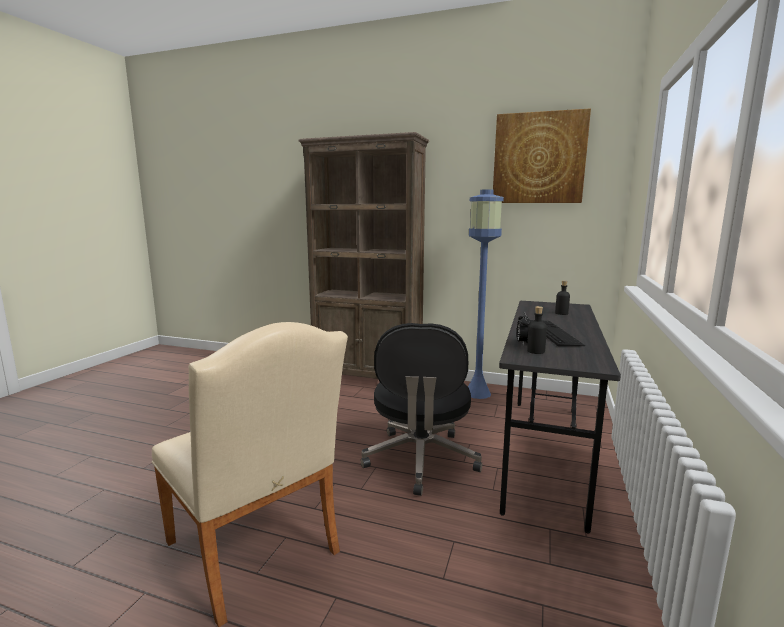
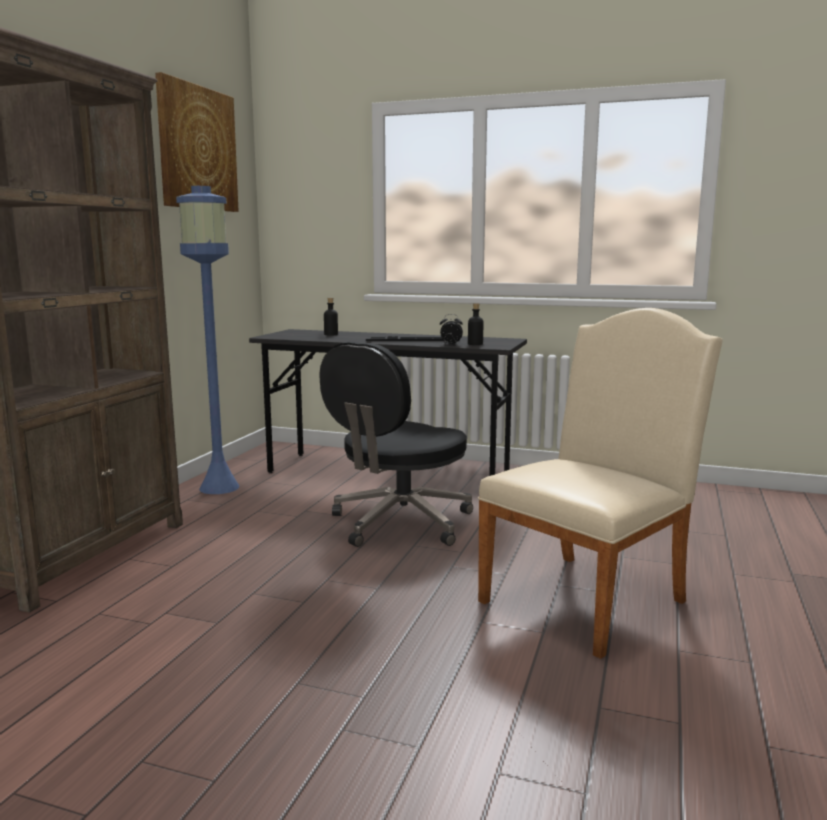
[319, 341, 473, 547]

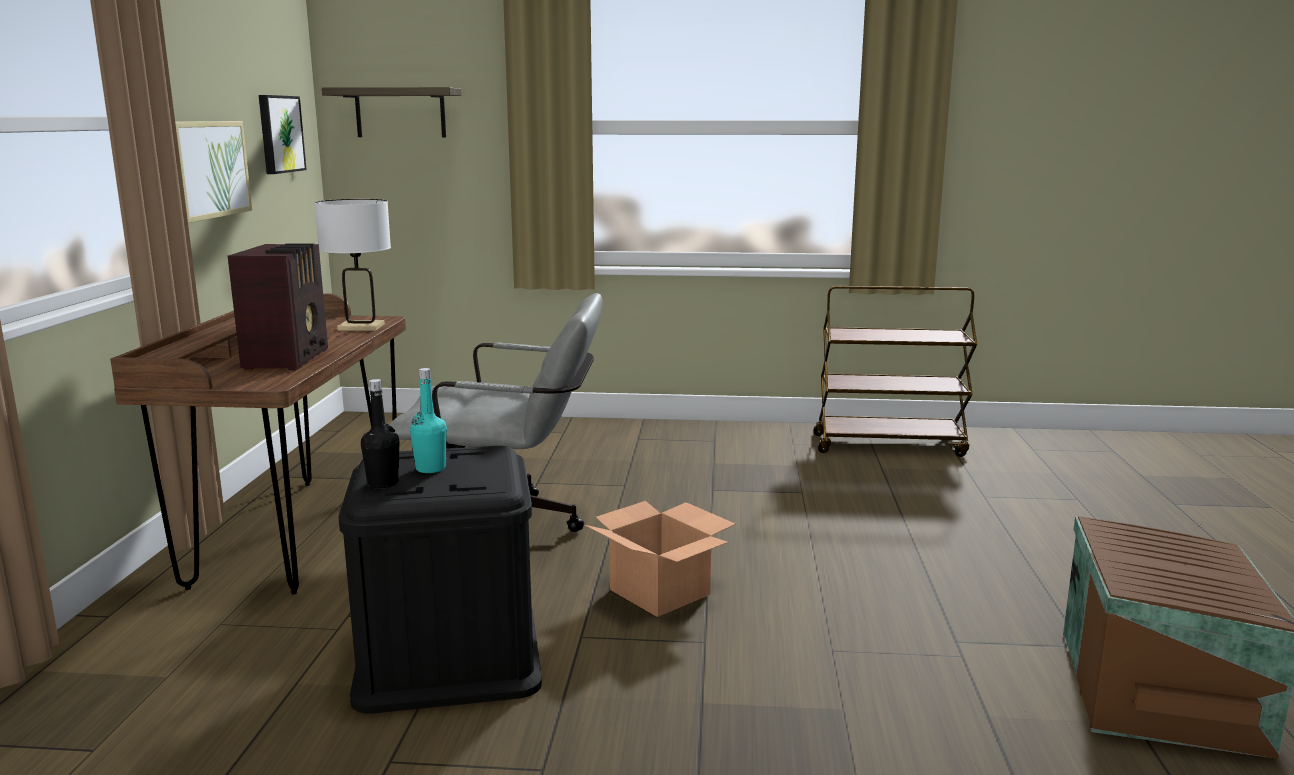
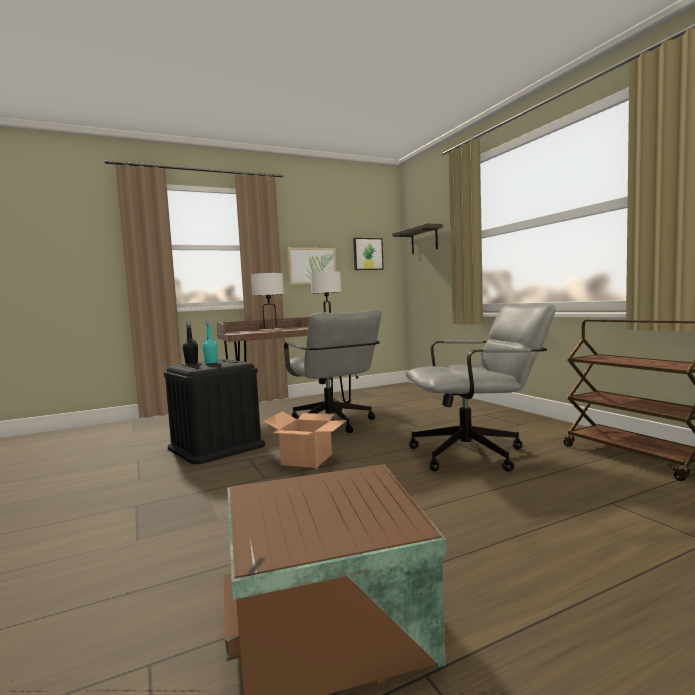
[251, 273, 284, 332]
[406, 304, 556, 472]

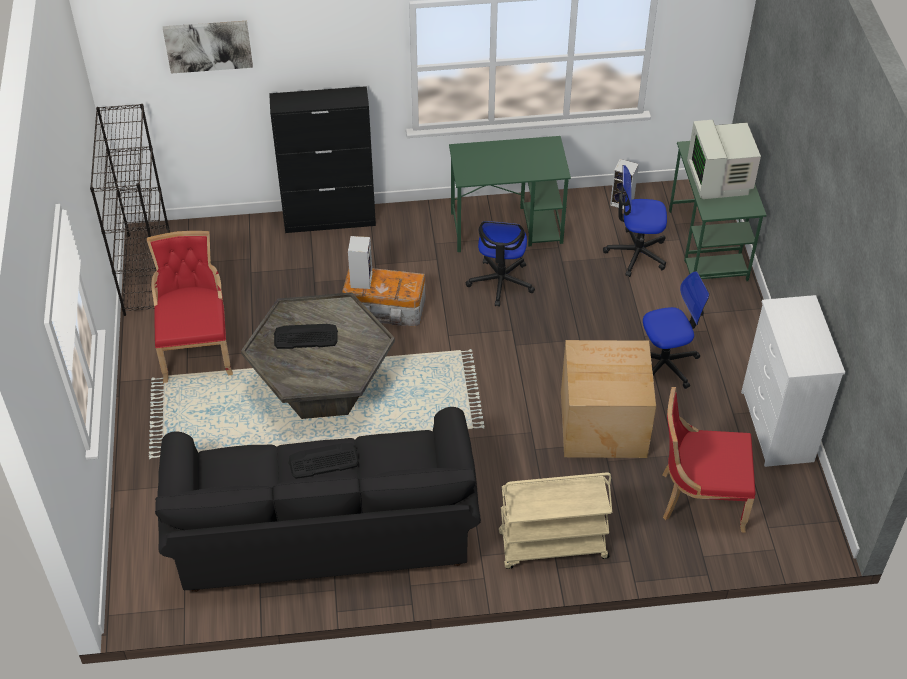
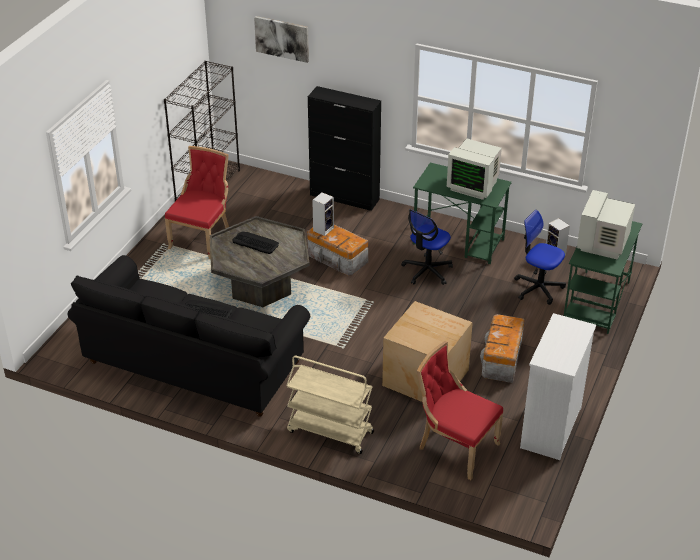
[480, 314, 525, 383]
[447, 138, 502, 200]

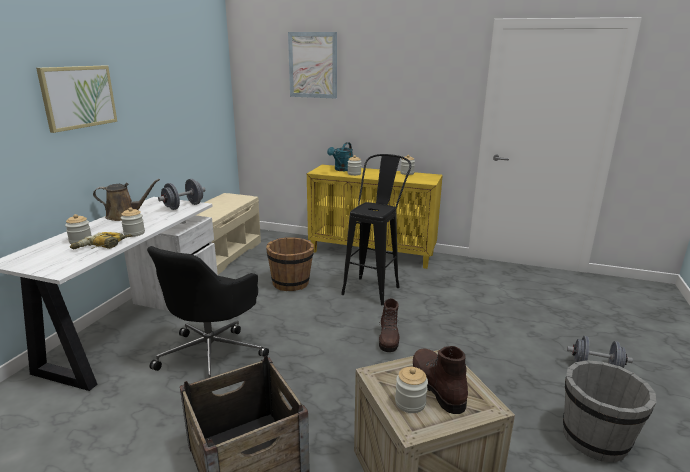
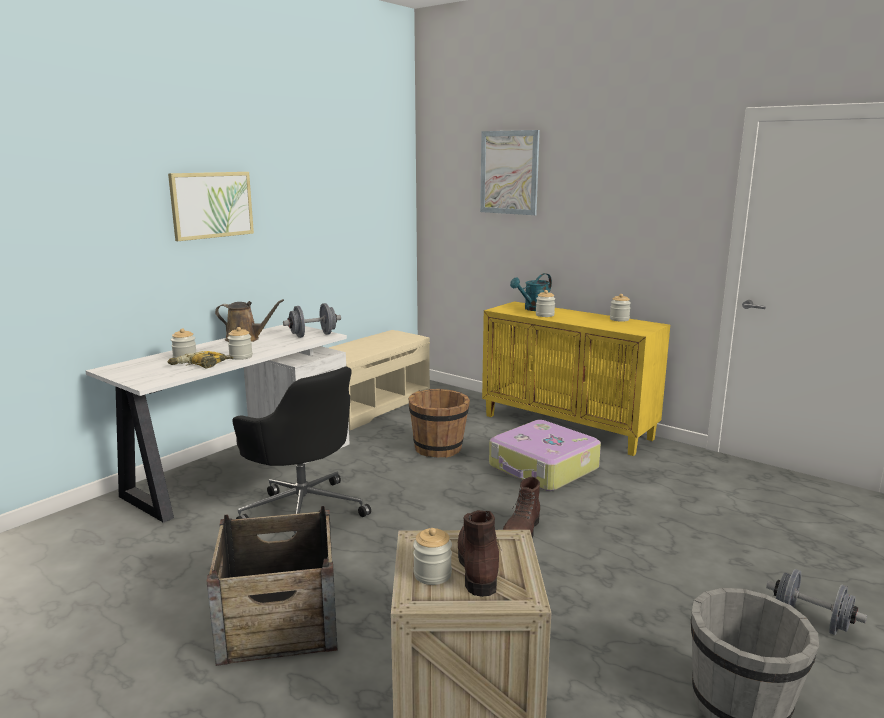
[489, 420, 601, 491]
[232, 367, 371, 538]

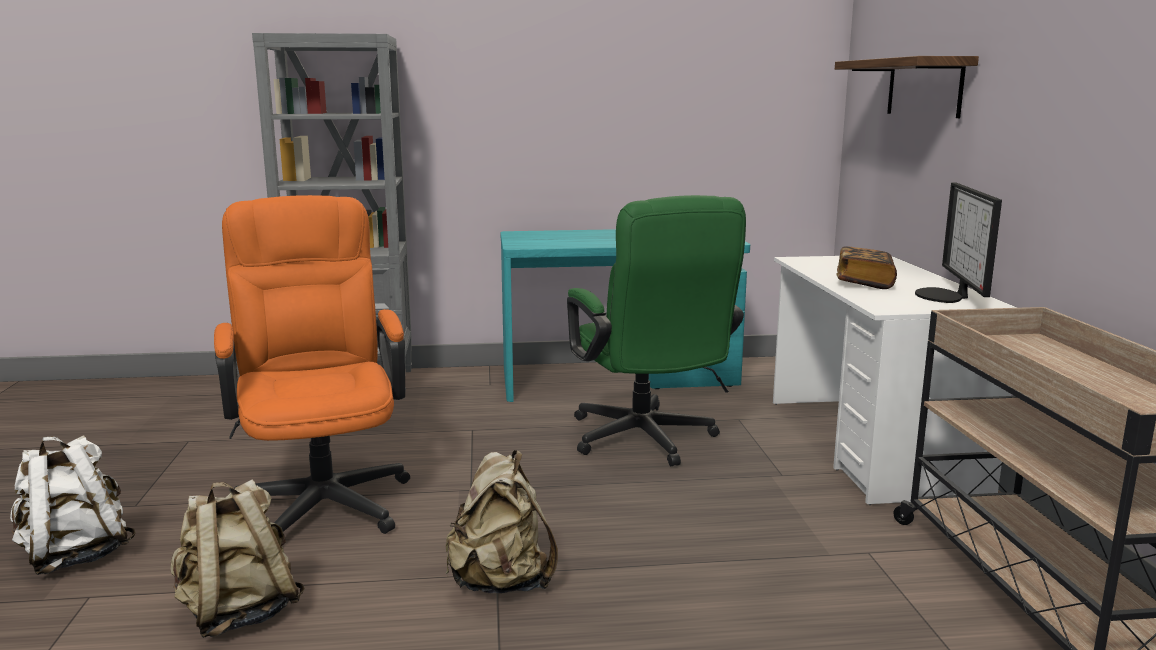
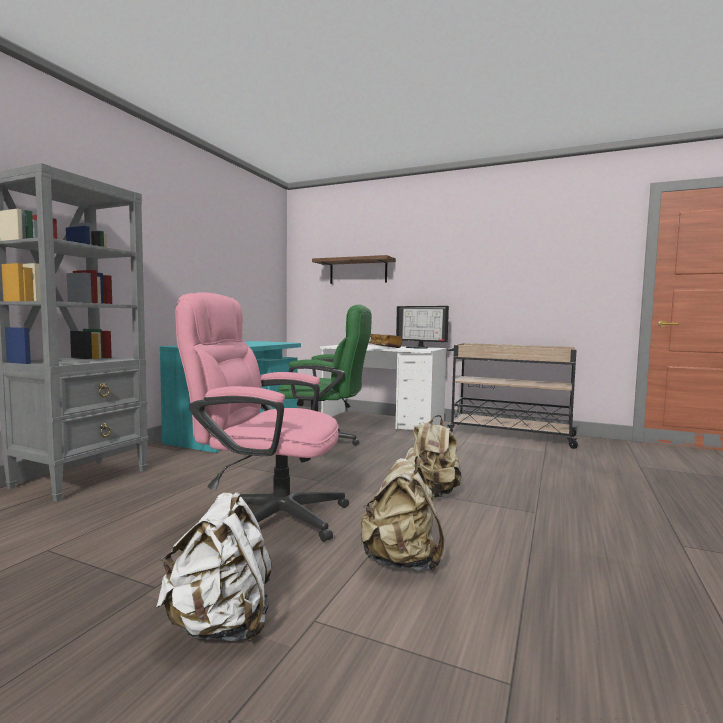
[175, 293, 349, 542]

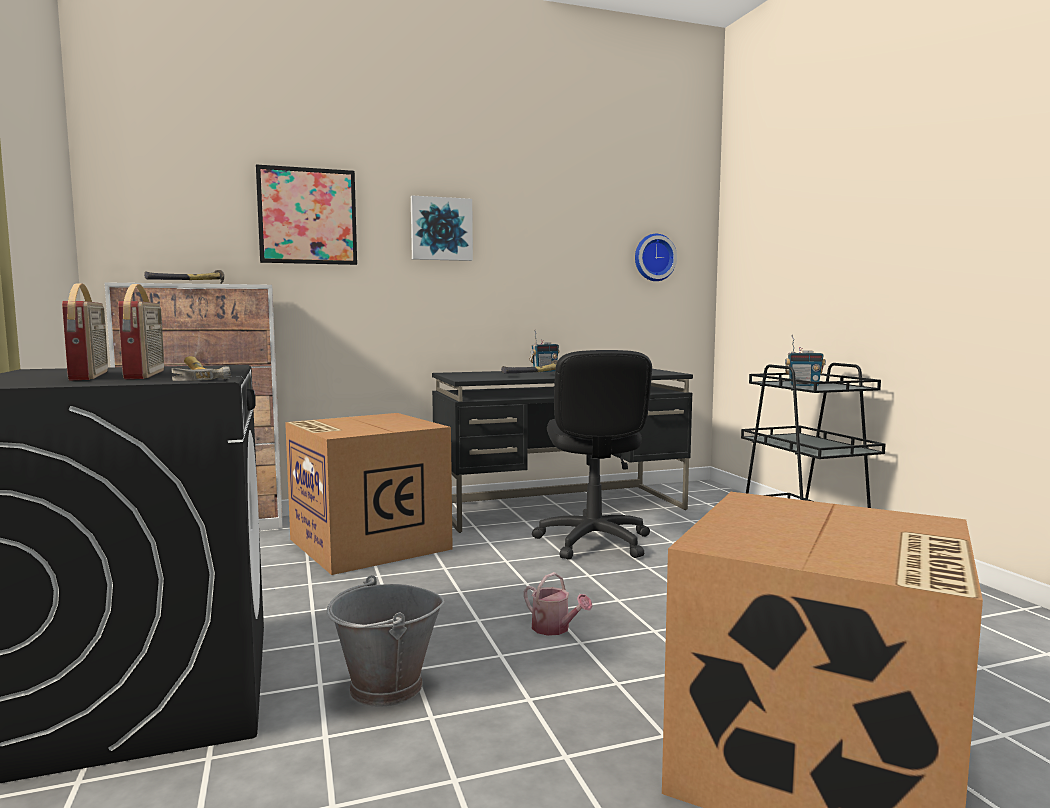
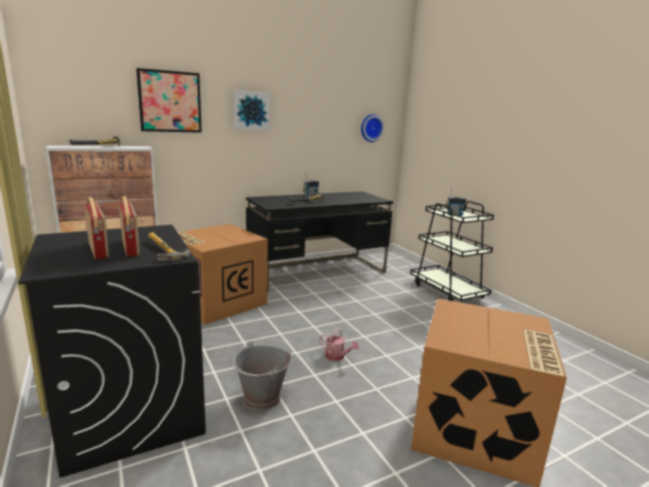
[532, 350, 652, 560] (first image)

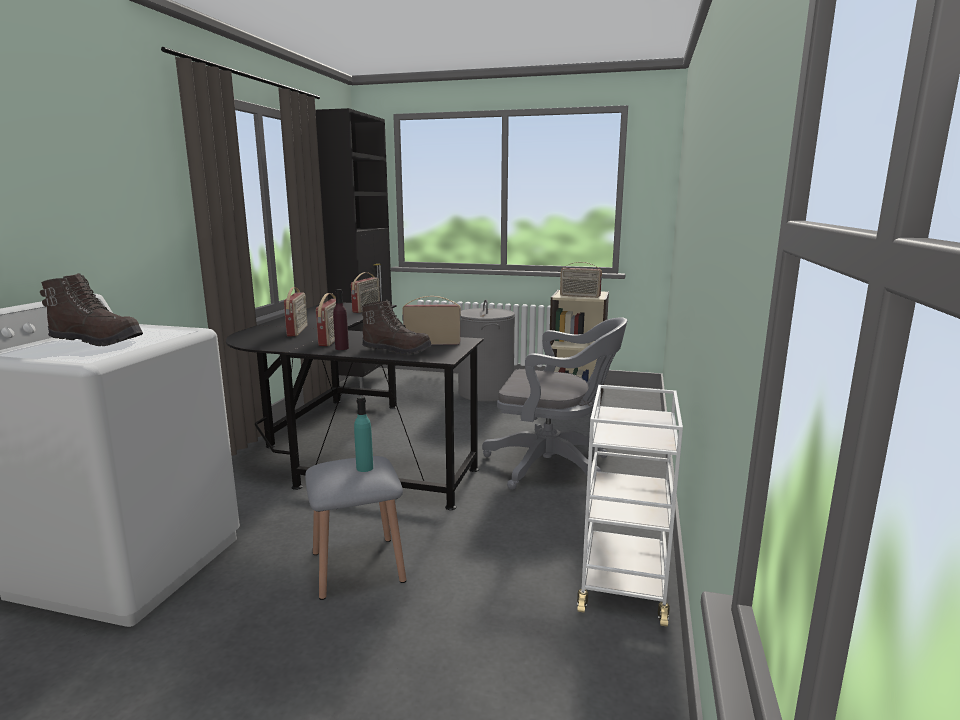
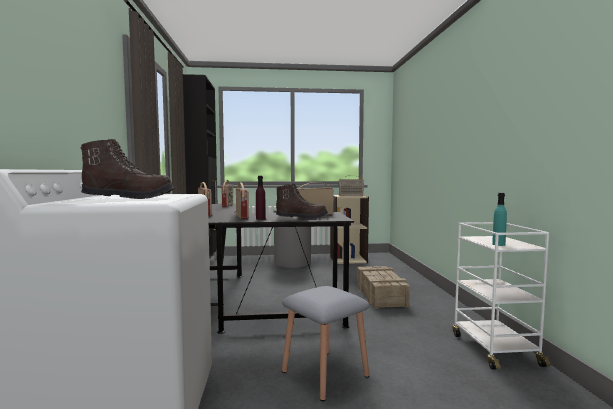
[357, 266, 410, 309]
[492, 193, 507, 246]

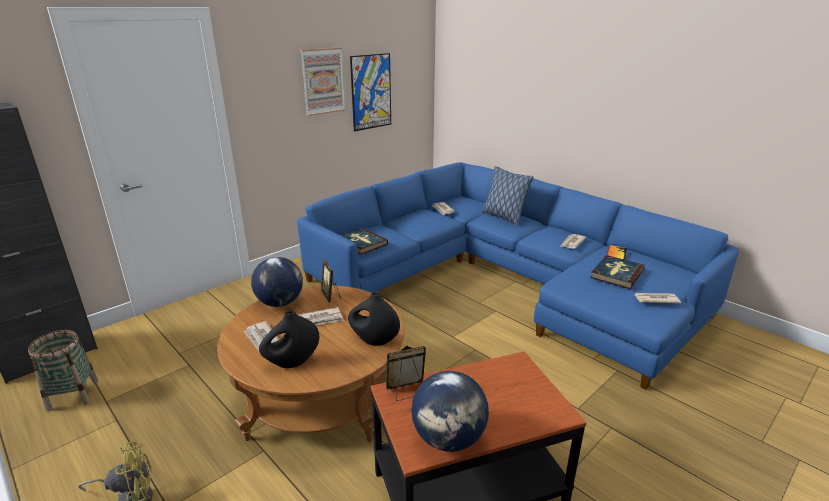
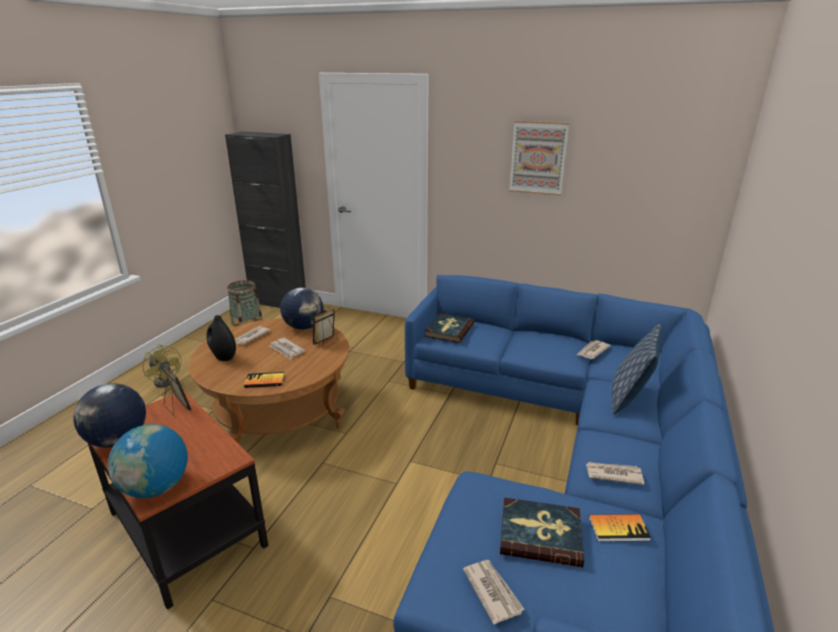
[350, 53, 391, 131] (first image)
[244, 372, 284, 388]
[108, 424, 188, 498]

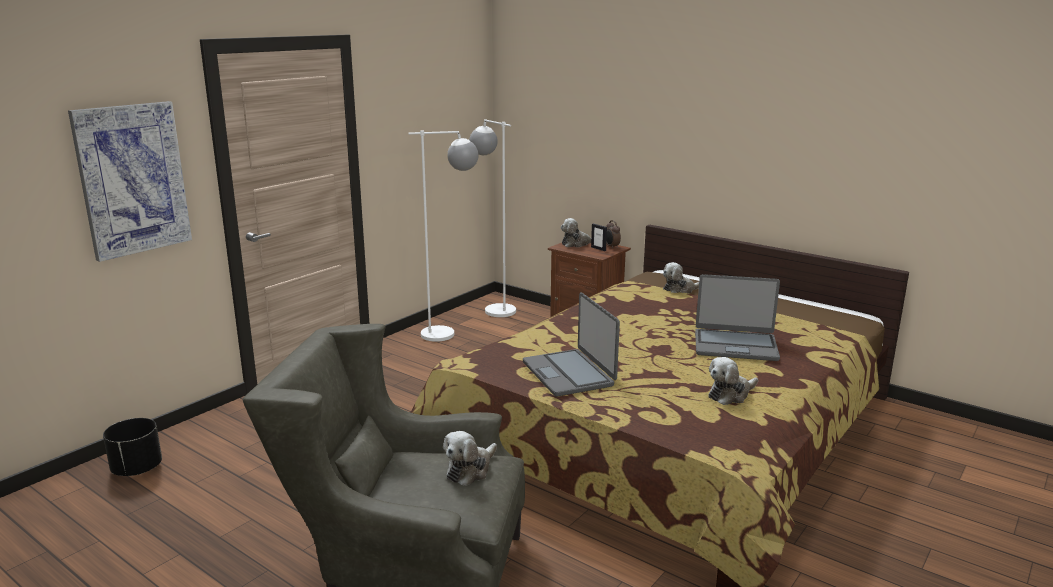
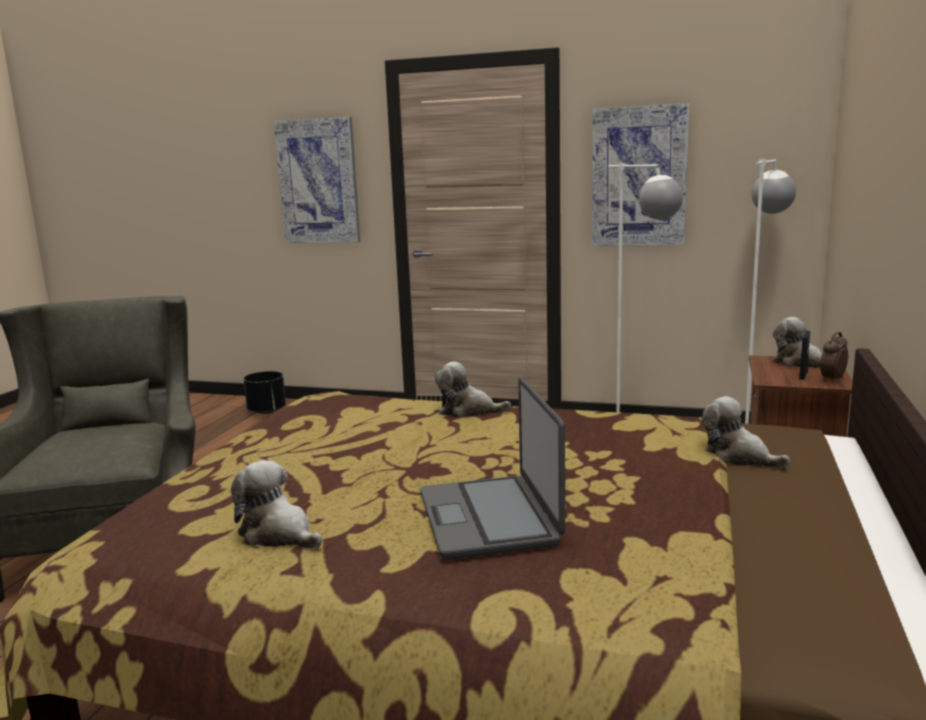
[523, 292, 620, 397] (first image)
[435, 361, 511, 418]
[592, 103, 690, 246]

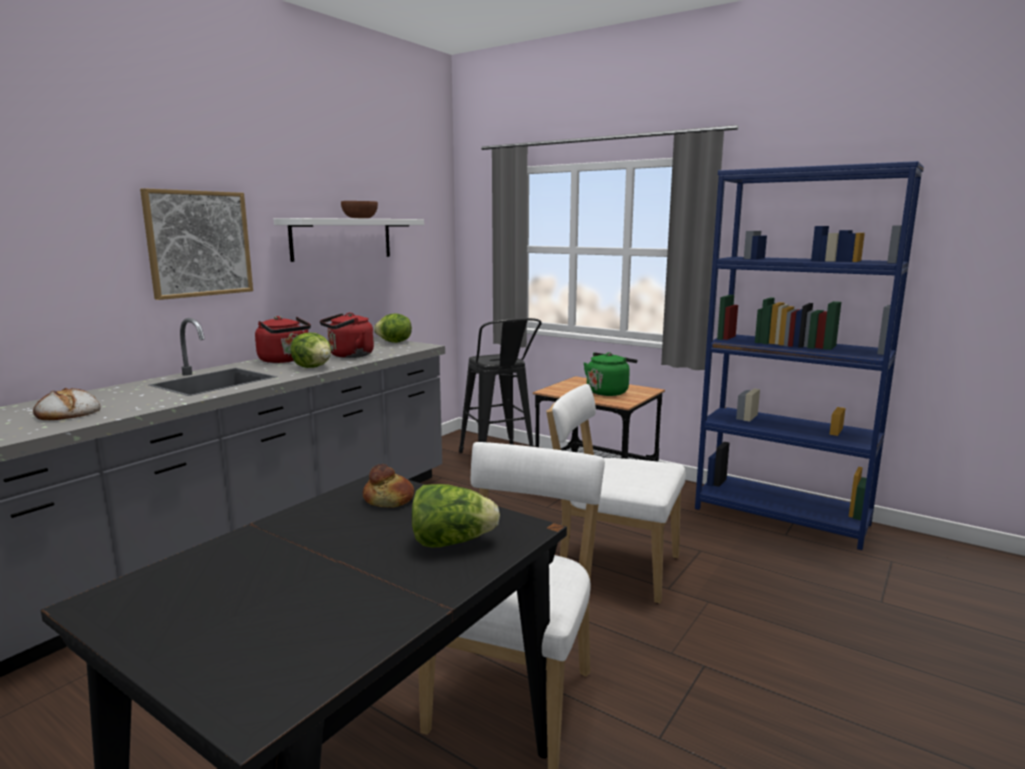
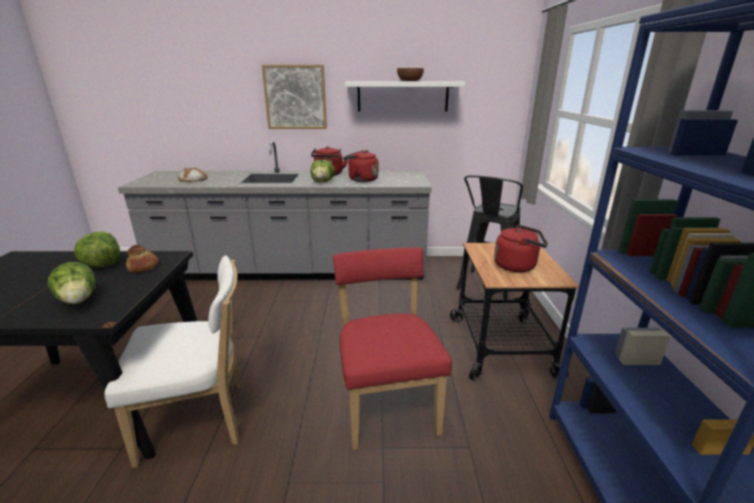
[74, 231, 120, 267]
[494, 224, 548, 272]
[333, 247, 452, 450]

